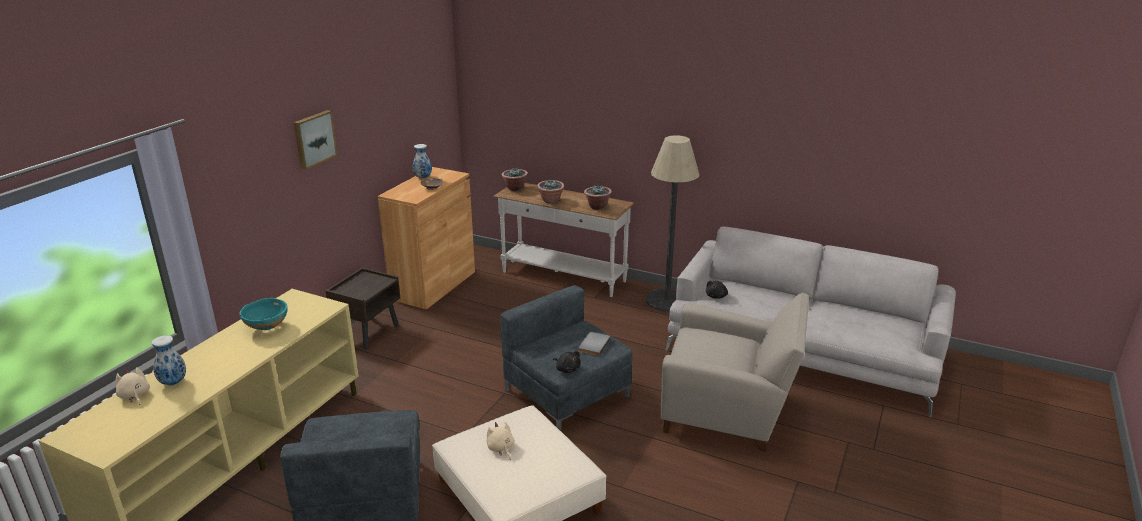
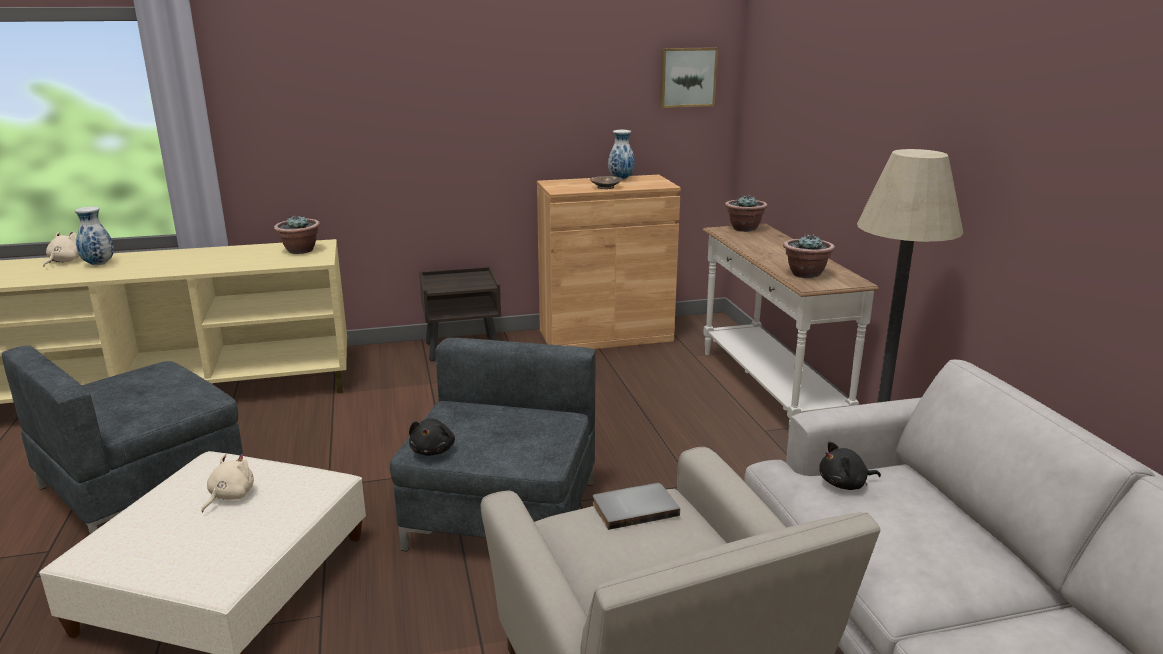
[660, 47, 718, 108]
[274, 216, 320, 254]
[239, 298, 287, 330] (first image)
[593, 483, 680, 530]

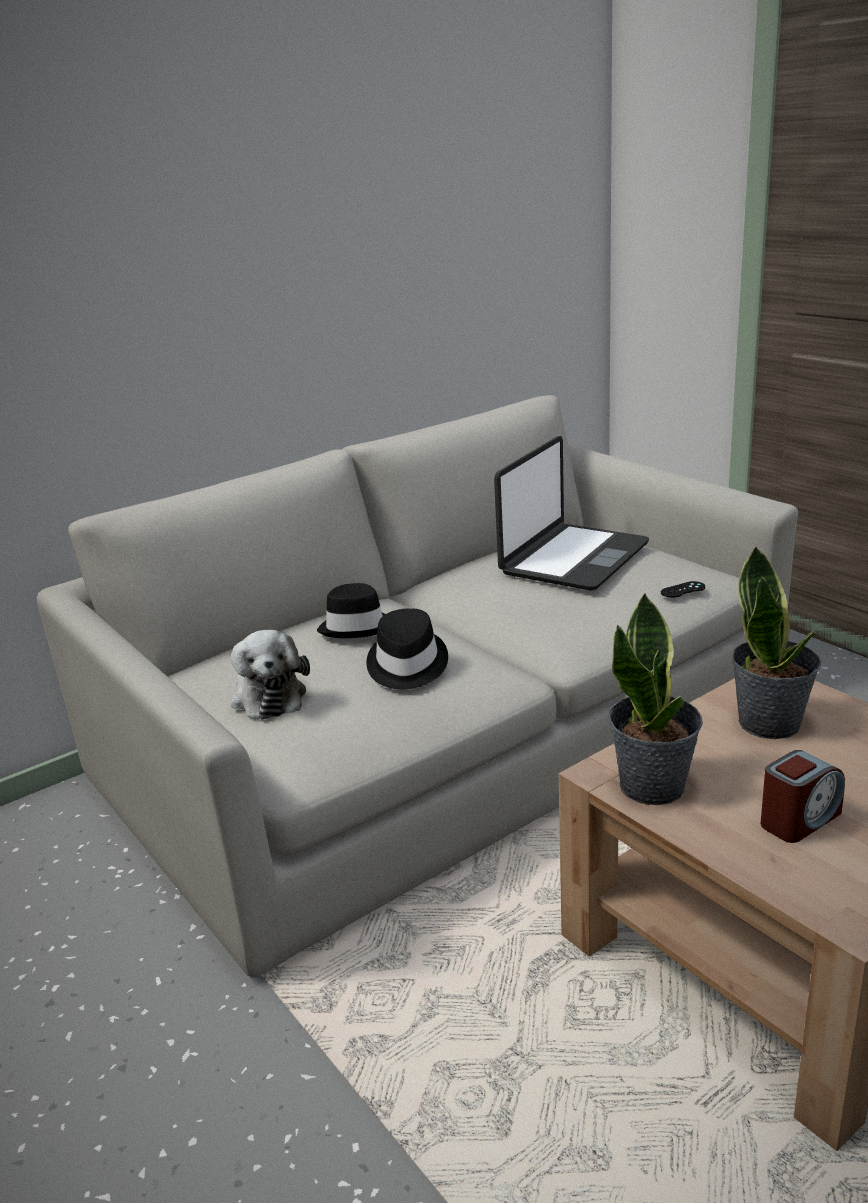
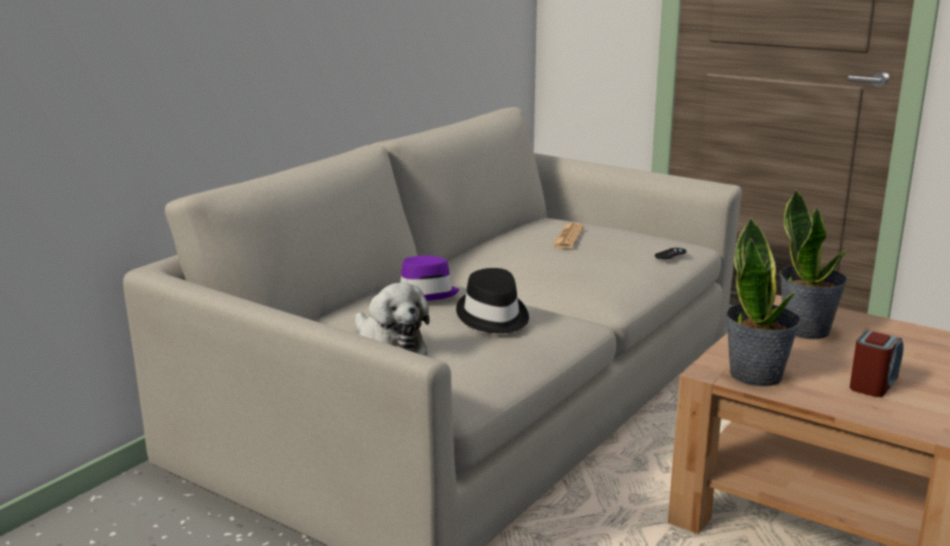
[552, 223, 584, 249]
[400, 255, 459, 301]

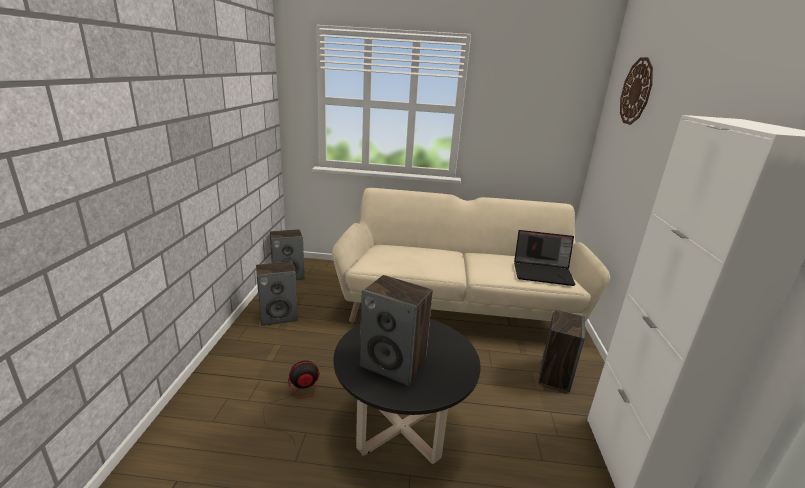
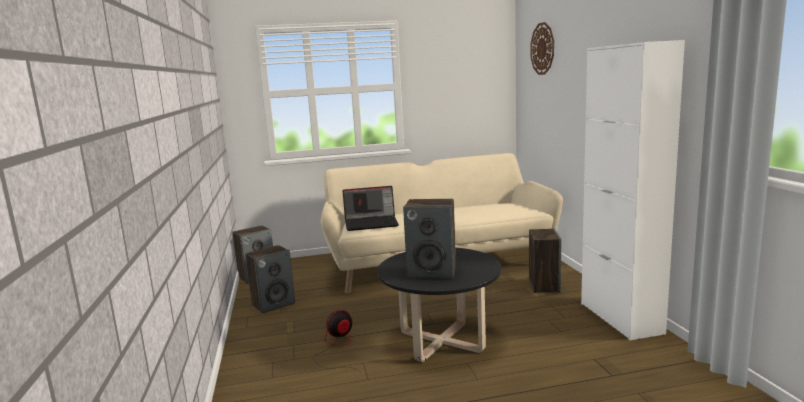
[342, 186, 399, 231]

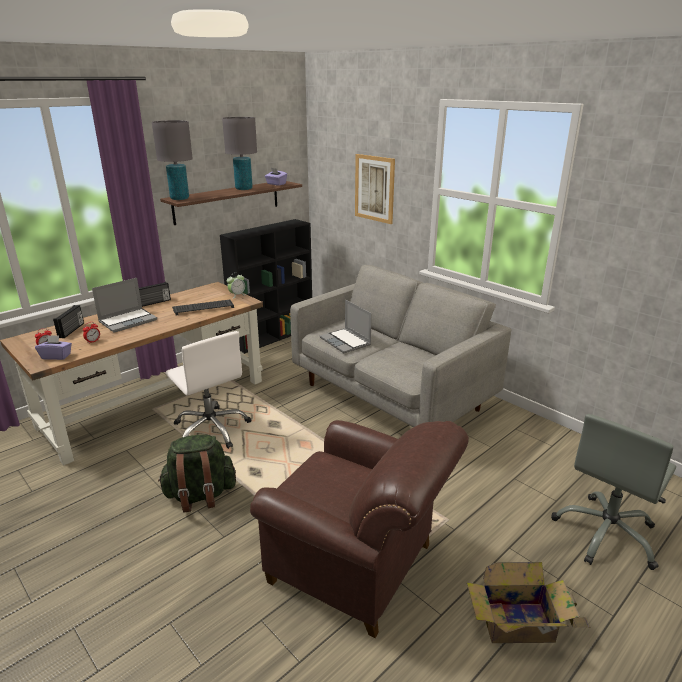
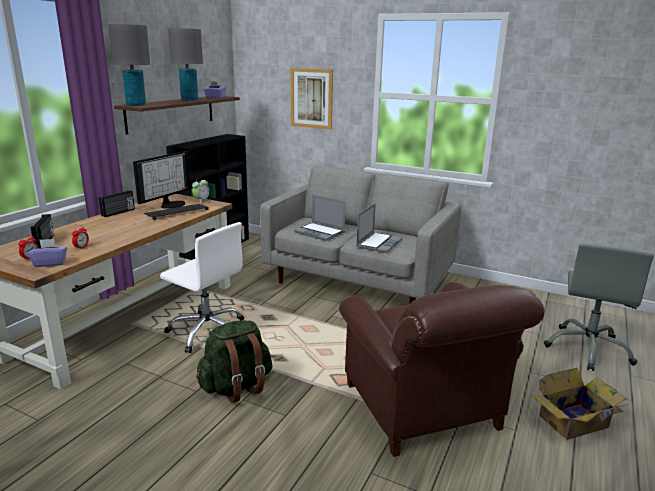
[356, 203, 402, 253]
[339, 282, 544, 457]
[133, 151, 190, 209]

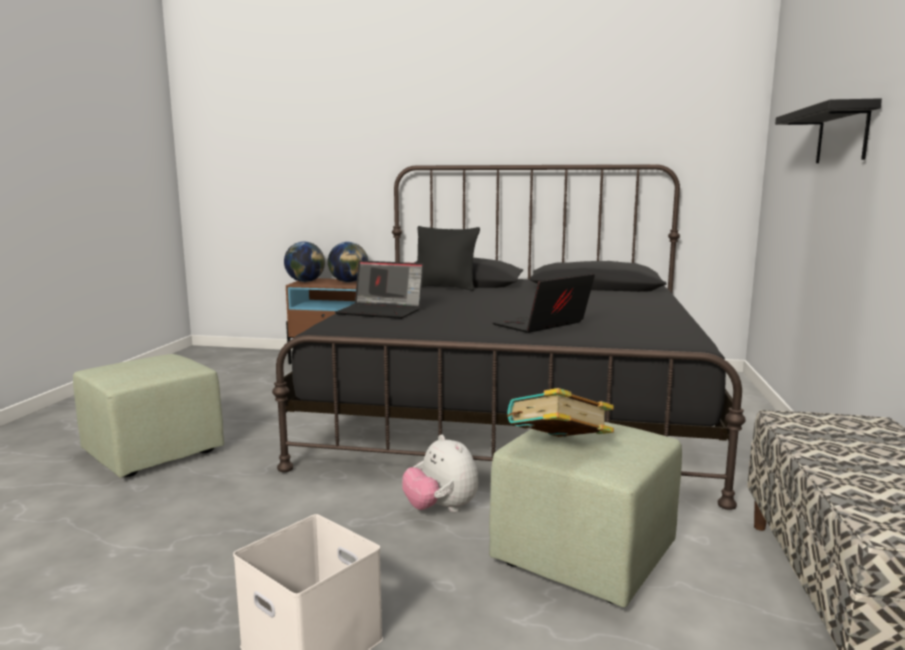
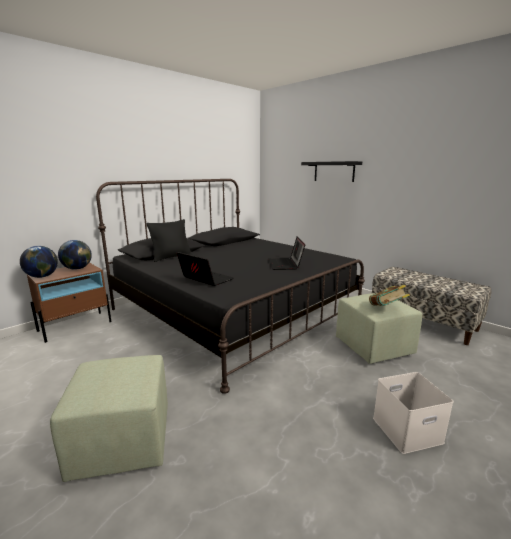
[177, 252, 234, 286]
[402, 434, 478, 512] (first image)

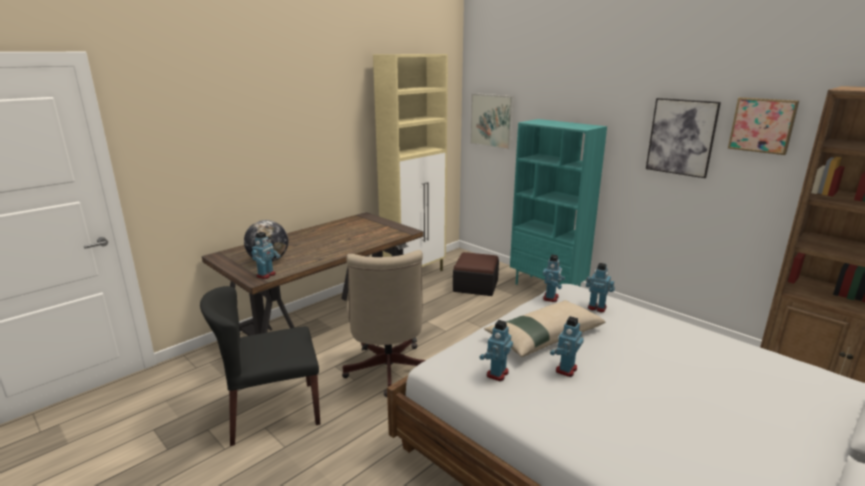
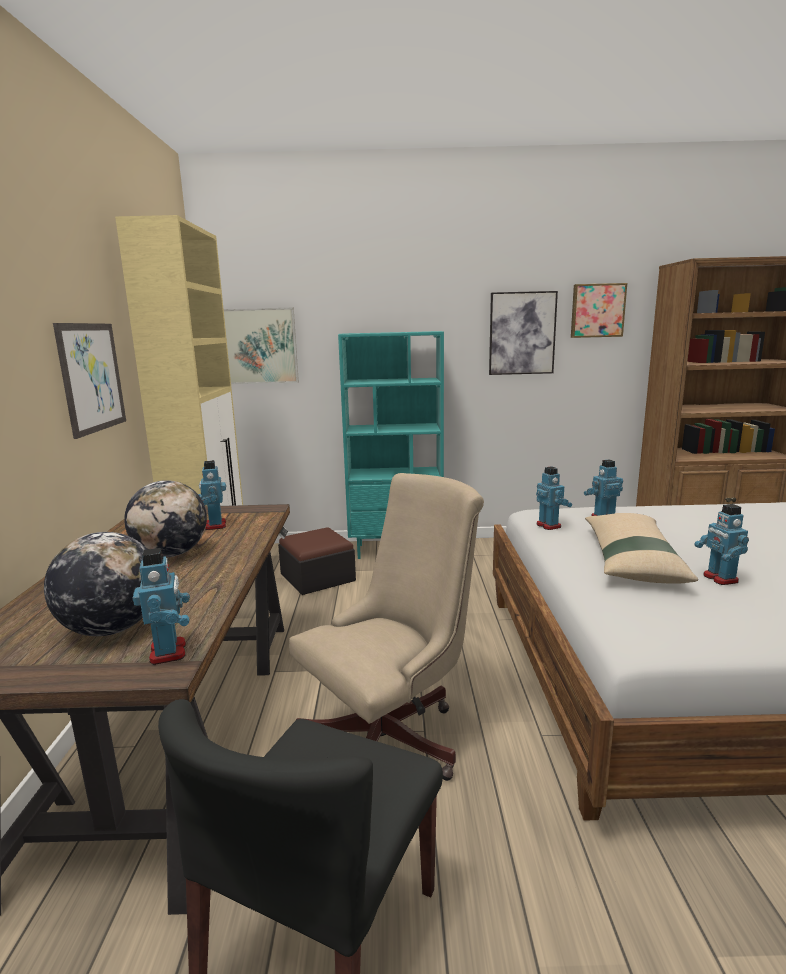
[289, 473, 484, 781]
[198, 460, 226, 530]
[53, 323, 126, 439]
[124, 480, 207, 557]

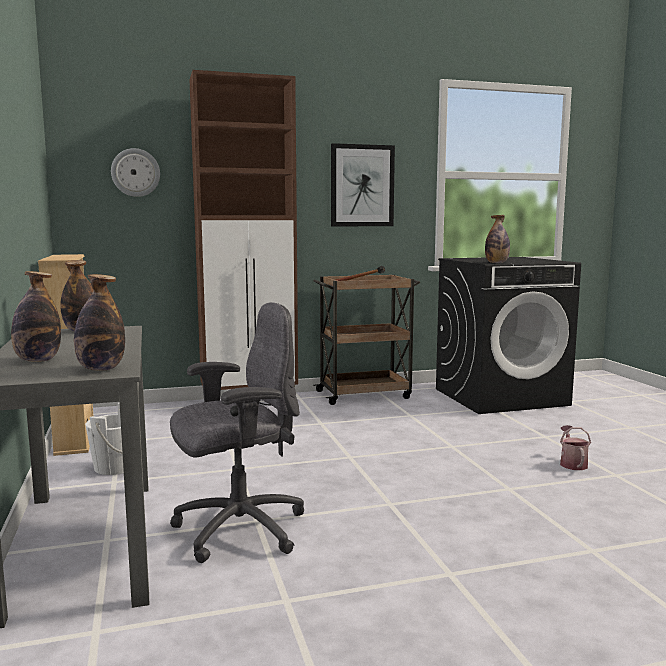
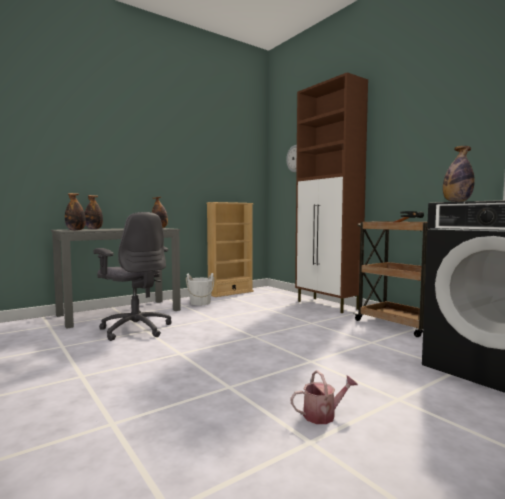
[331, 143, 395, 226] (first image)

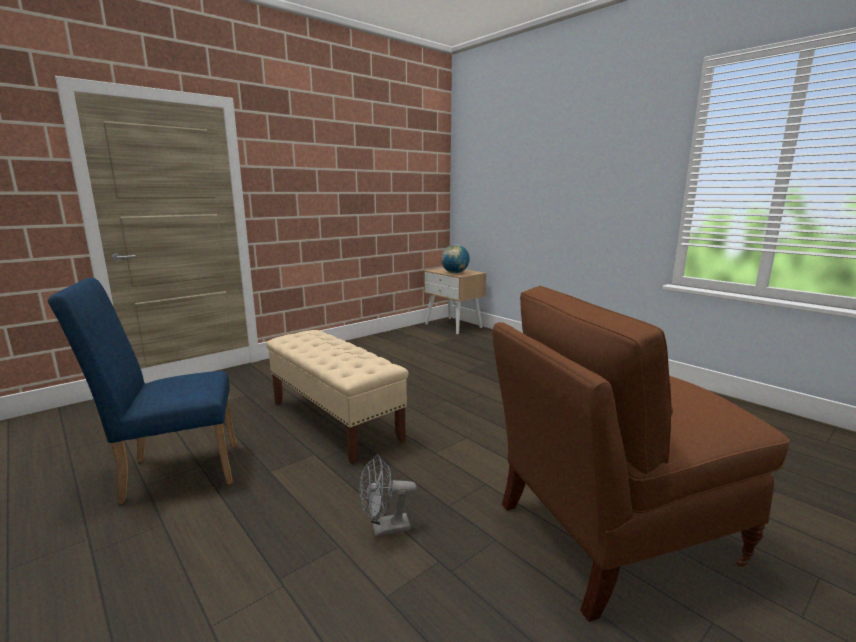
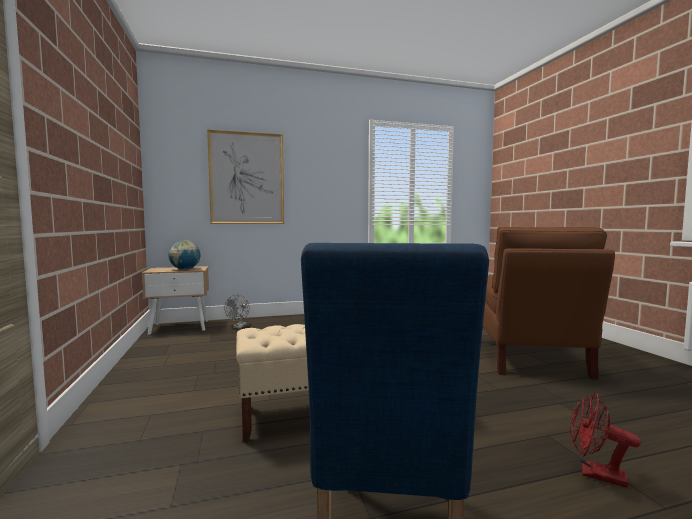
[225, 295, 249, 329]
[207, 129, 284, 224]
[570, 393, 641, 488]

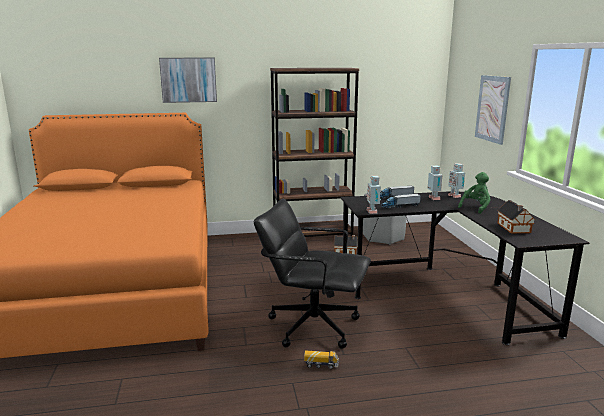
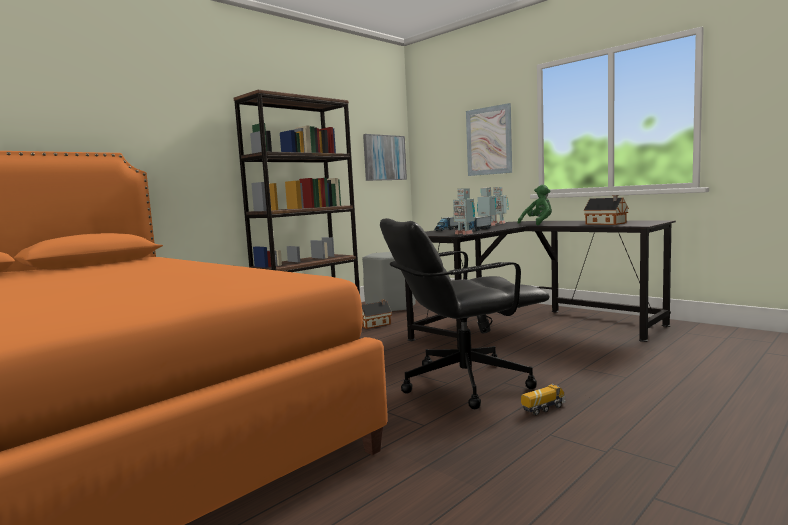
[363, 134, 407, 181]
[518, 185, 552, 225]

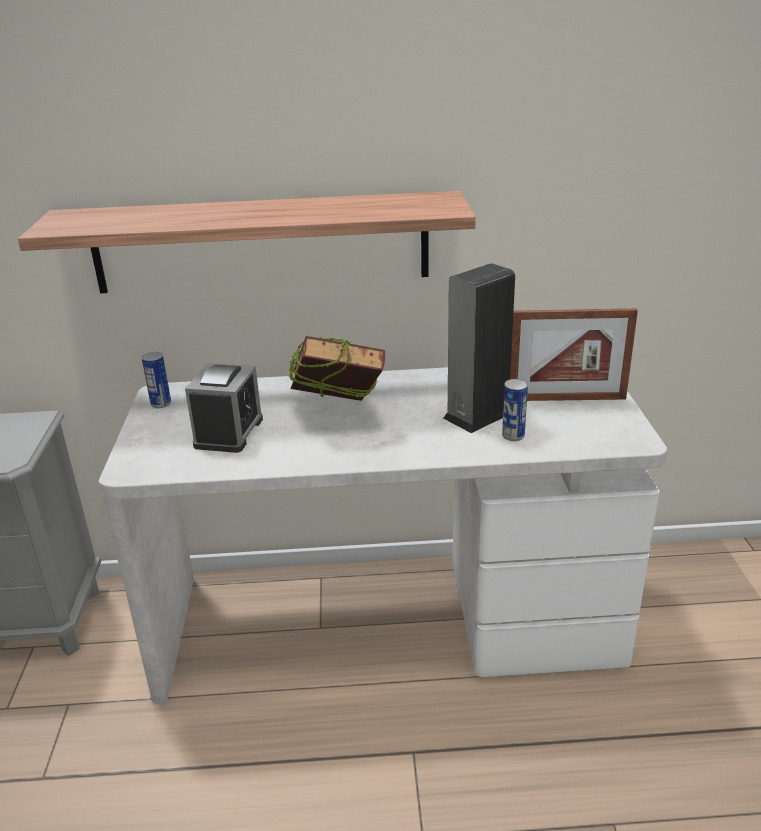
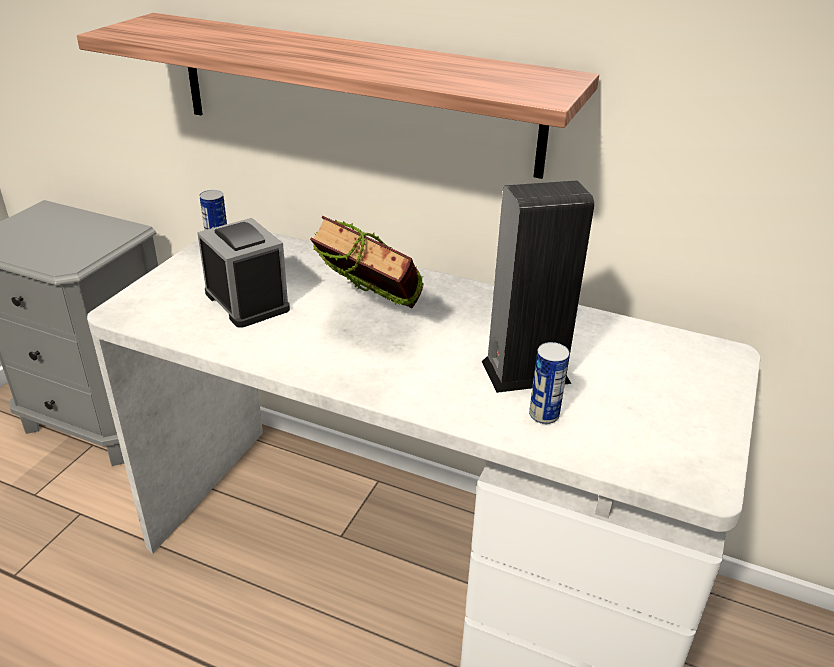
[510, 308, 638, 401] (first image)
[197, 218, 290, 328]

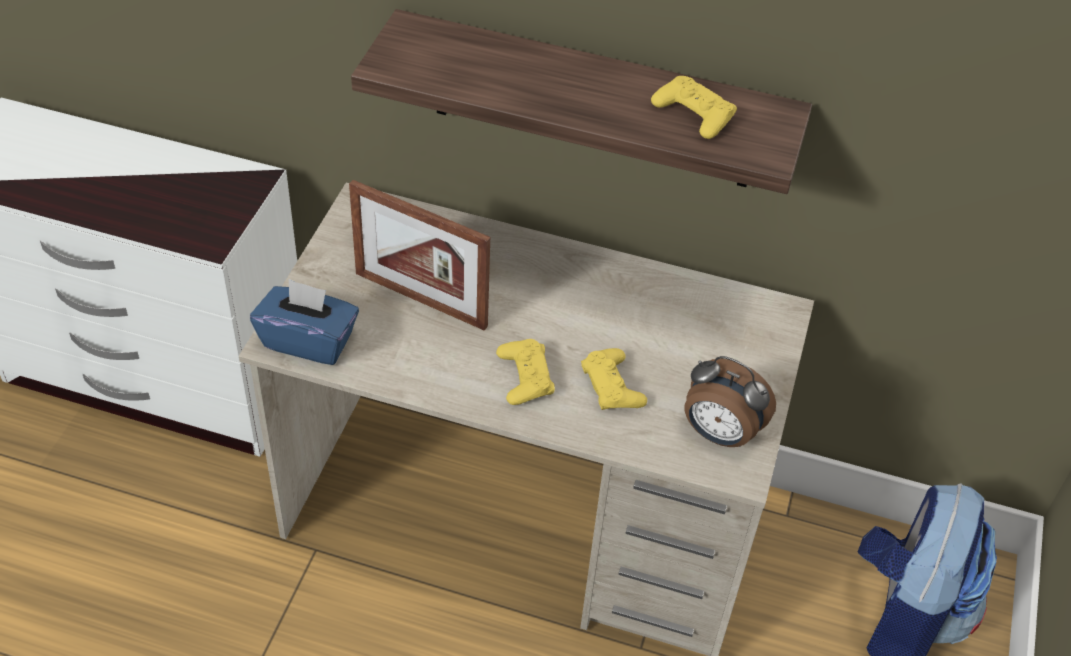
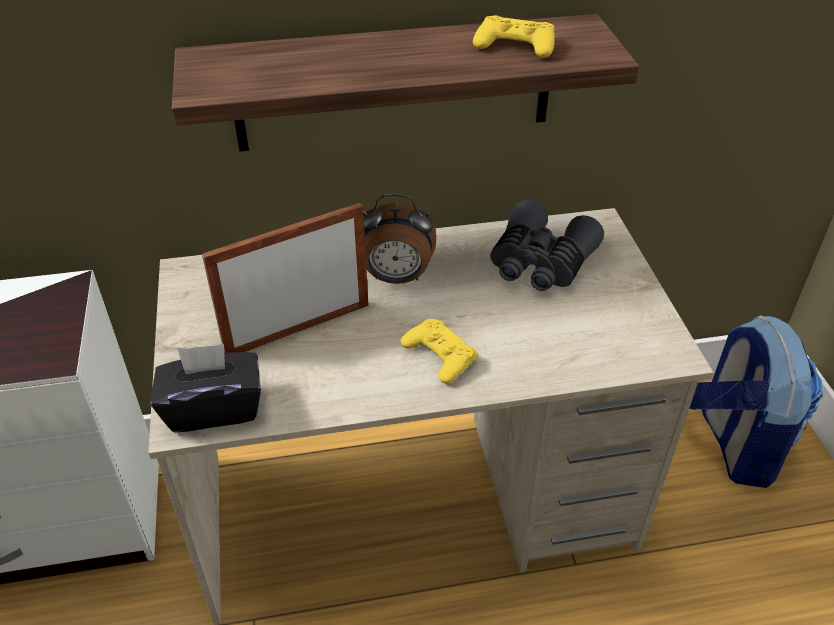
[202, 203, 368, 353]
[150, 344, 261, 432]
[581, 348, 647, 410] (first image)
[363, 194, 436, 284]
[490, 200, 604, 291]

